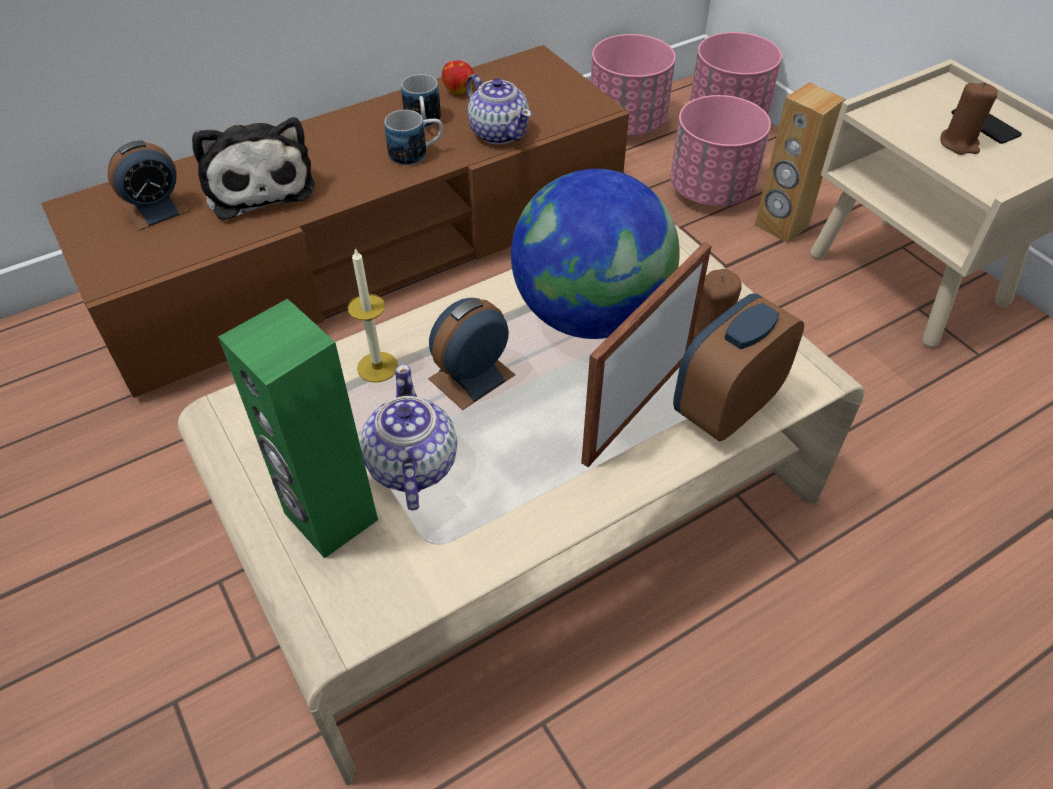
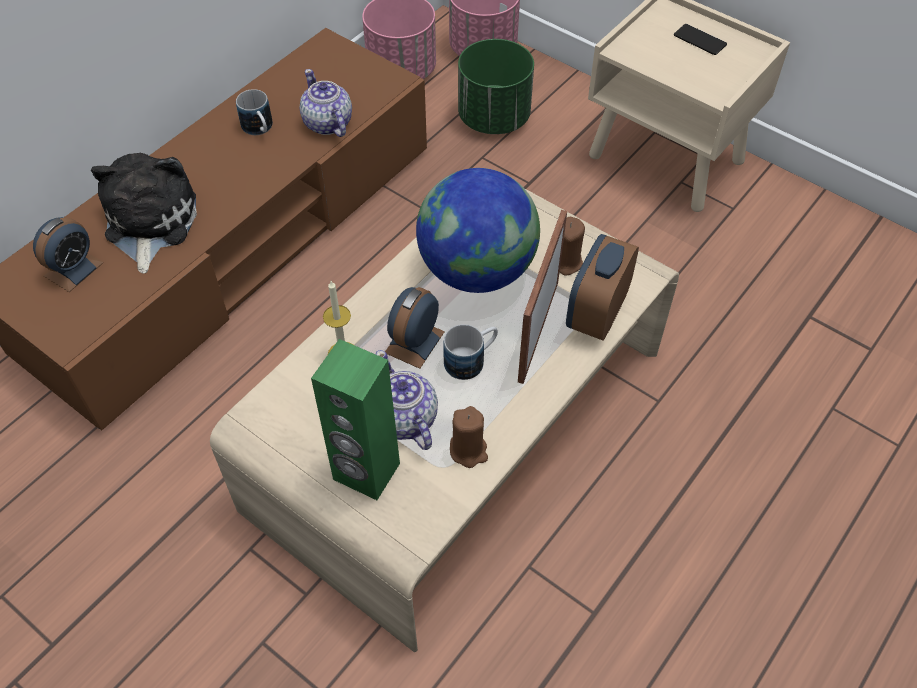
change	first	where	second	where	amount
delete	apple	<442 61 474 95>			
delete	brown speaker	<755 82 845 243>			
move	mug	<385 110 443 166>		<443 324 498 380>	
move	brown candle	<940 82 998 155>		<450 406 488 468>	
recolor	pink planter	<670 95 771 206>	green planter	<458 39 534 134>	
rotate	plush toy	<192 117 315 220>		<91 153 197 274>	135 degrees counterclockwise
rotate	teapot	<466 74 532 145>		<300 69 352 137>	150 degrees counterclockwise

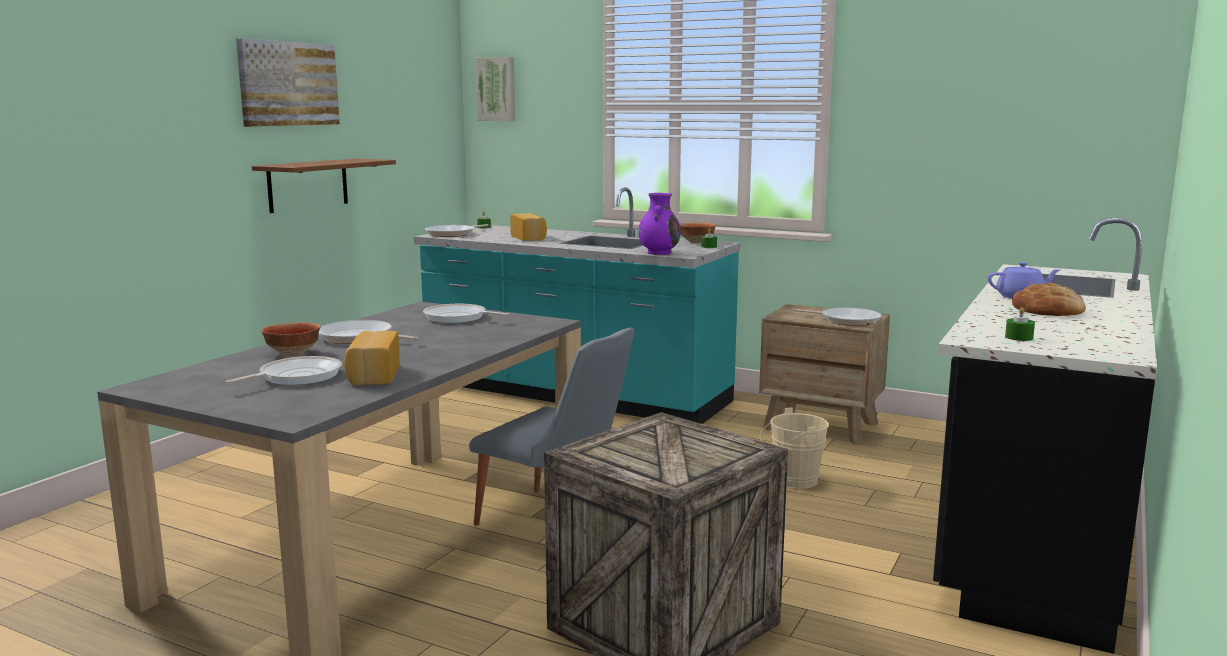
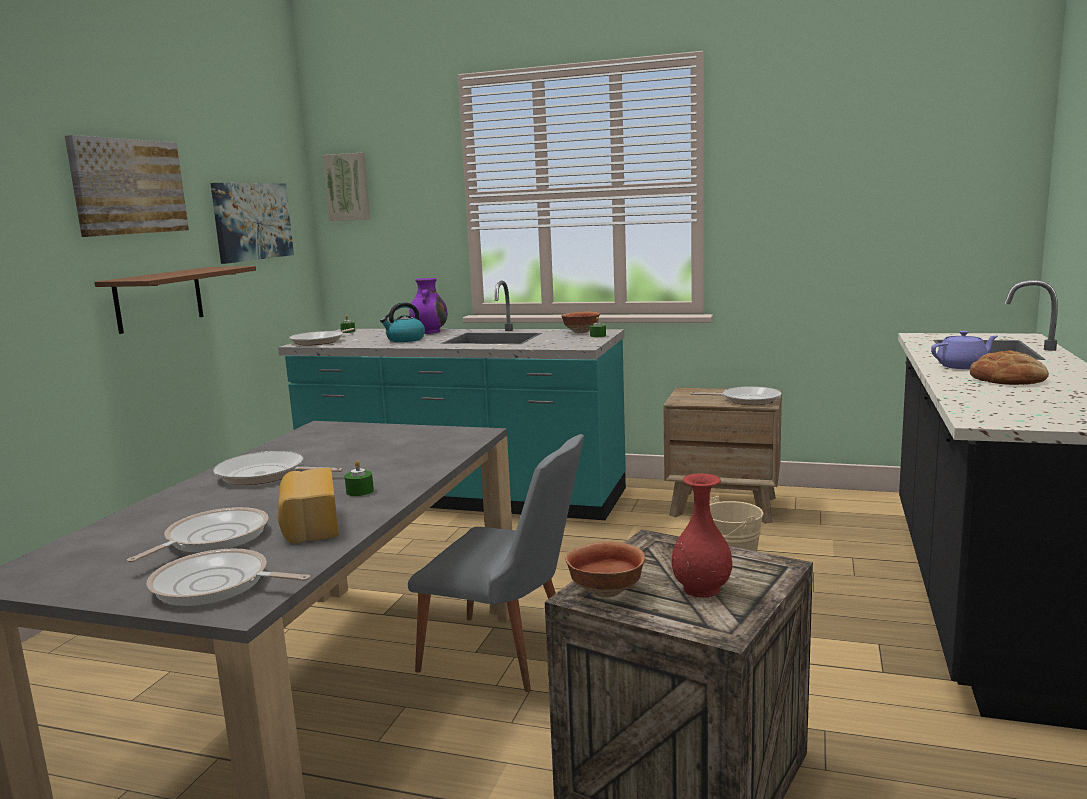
change	first	where	second	where	amount
insert			picture	<210 183 294 264>	
insert			red vase	<672 473 732 598>	
move	bowl	<261 322 320 356>		<565 542 645 598>	
move	frying pan	<423 304 508 323>		<146 548 310 606>	
move	purple vase	<638 193 681 255>		<409 278 448 334>	
move	green candle	<1005 307 1035 341>		<345 460 374 496>	
replace	bread	<510 213 547 241>	kettle	<380 302 425 342>	

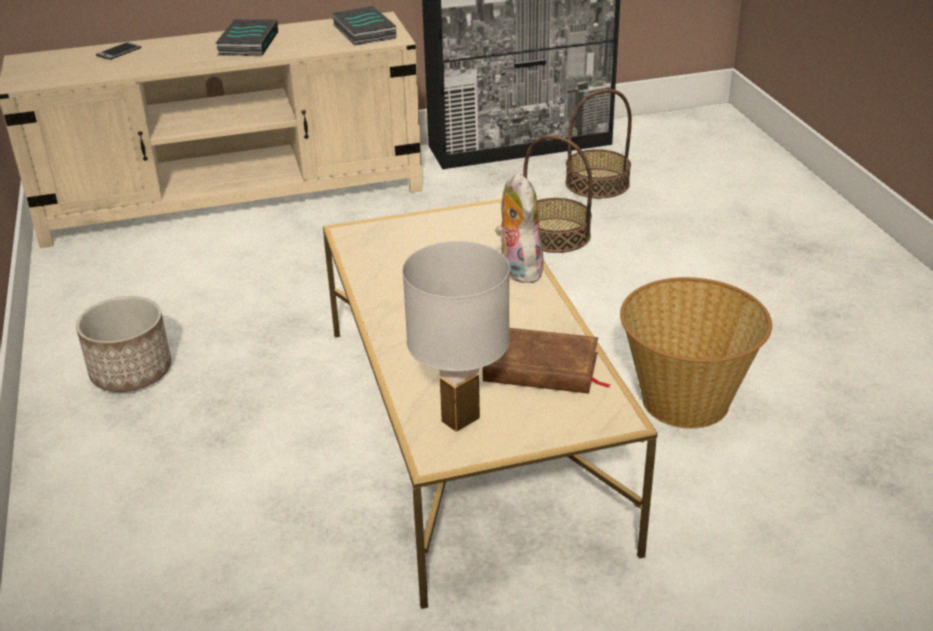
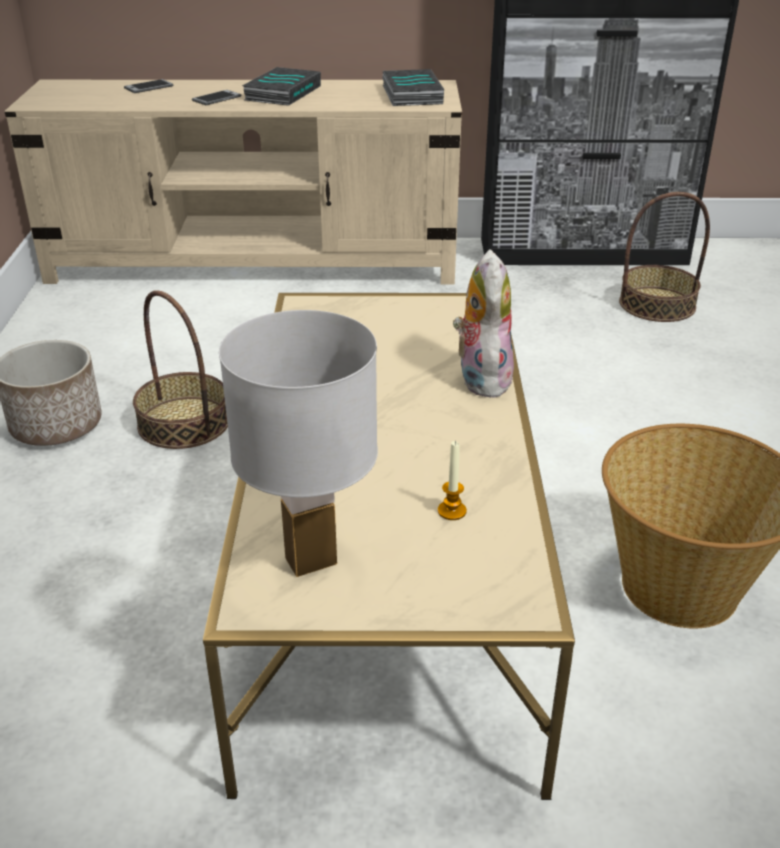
change	first	where	second	where	amount
insert			phone	<192 90 242 105>	
move	basket	<523 135 593 253>		<133 290 228 449>	
replace	brown book	<483 328 610 394>	candle	<438 441 467 520>	

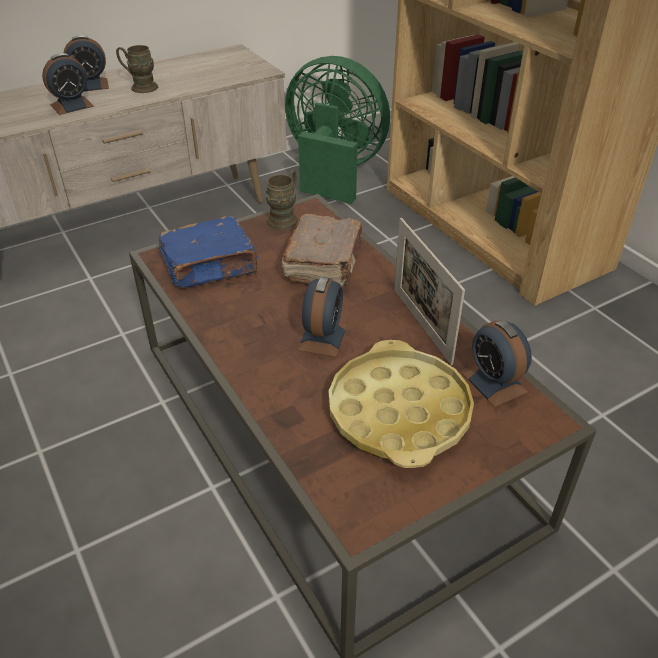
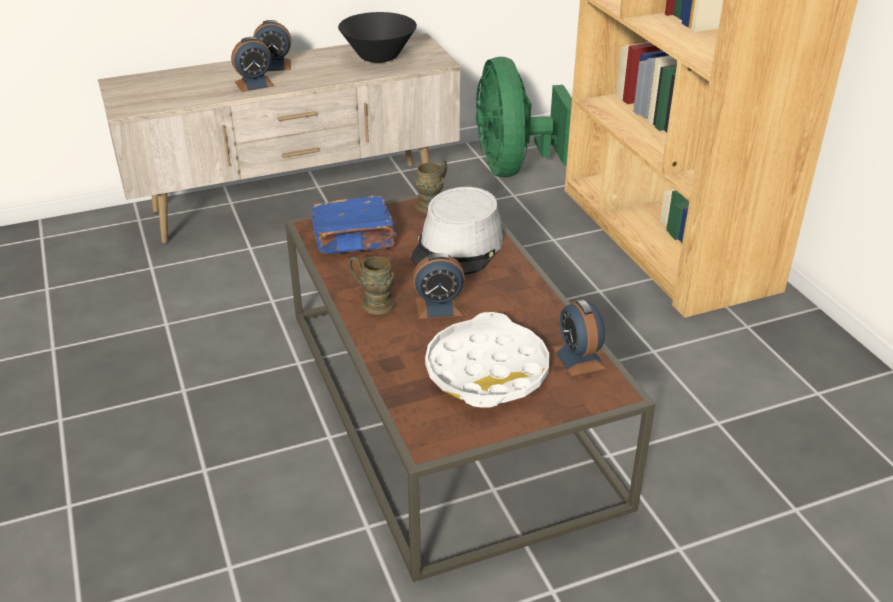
change	first	where	second	where	amount
delete	picture frame	<394 218 465 365>			
insert			black bowl	<338 12 417 63>	
move	brown mug	<116 45 158 93>		<349 256 396 315>	
replace	brown book	<282 214 363 287>	grey hat	<411 187 503 275>	
recolor	yellow tray	<329 340 474 468>	white tray	<425 312 550 408>	
rotate	green fan	<285 56 390 204>		<476 57 572 177>	135 degrees counterclockwise
rotate	alarm clock	<298 277 347 357>		<413 253 465 319>	60 degrees clockwise

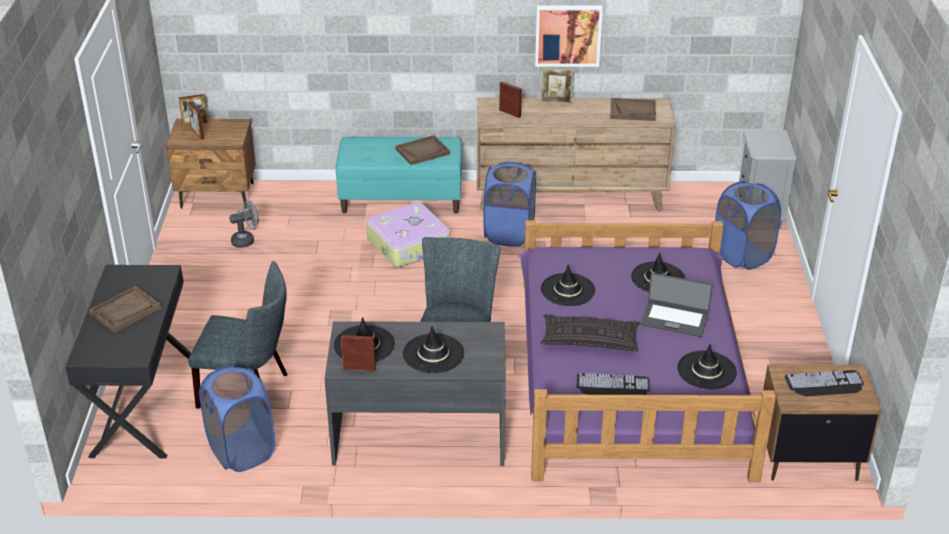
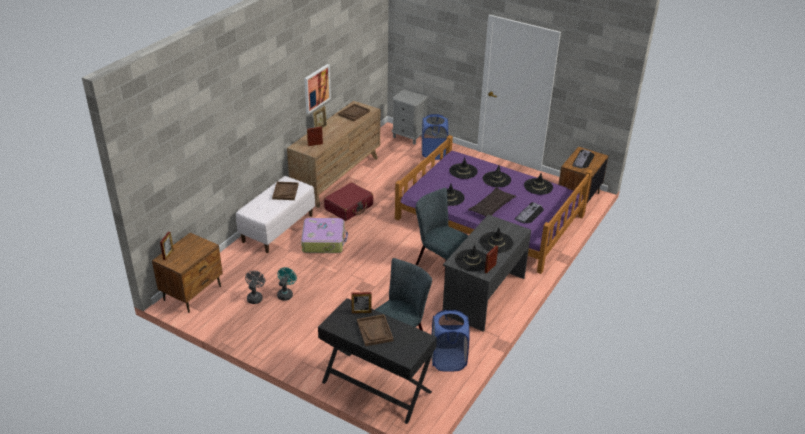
change	first	where	second	where	amount
insert			turquoise fan	<277 267 297 301>	
move	picture frame	<188 101 205 140>		<351 292 371 313>	
replace	blue laundry basket	<484 161 536 247>	red suitcase	<324 182 373 221>	
replace	laptop	<640 273 713 337>	black hat	<483 165 511 187>	
recolor	turquoise bench	<336 136 462 214>	white bench	<236 176 315 253>	

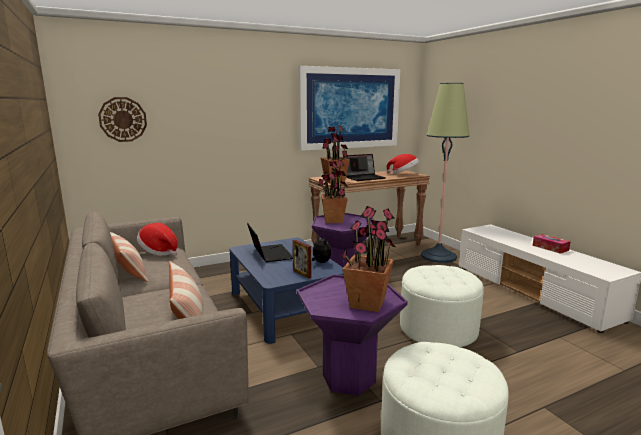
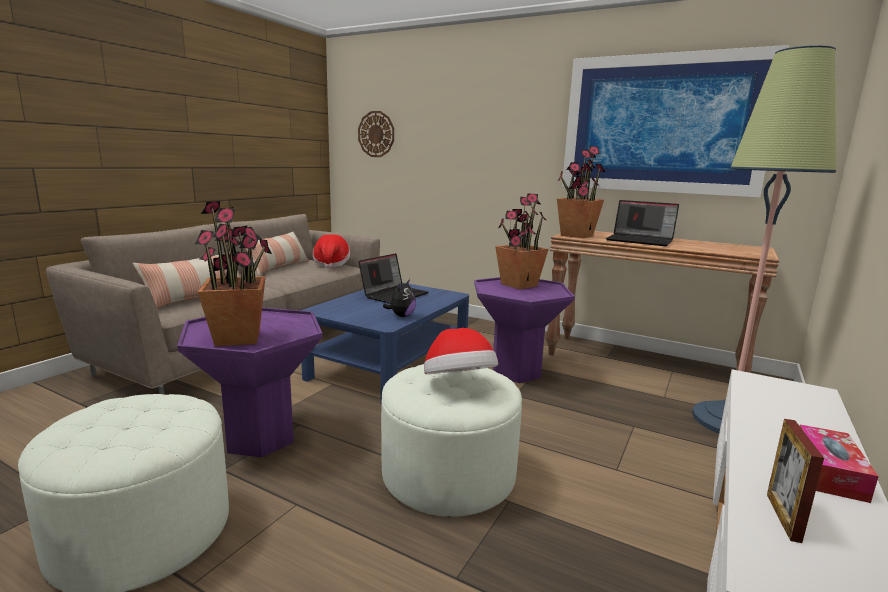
change	first	where	second	where	amount
move	picture frame	<293 240 311 279>		<767 419 824 543>	
move	hat	<387 154 419 174>		<424 328 498 374>	

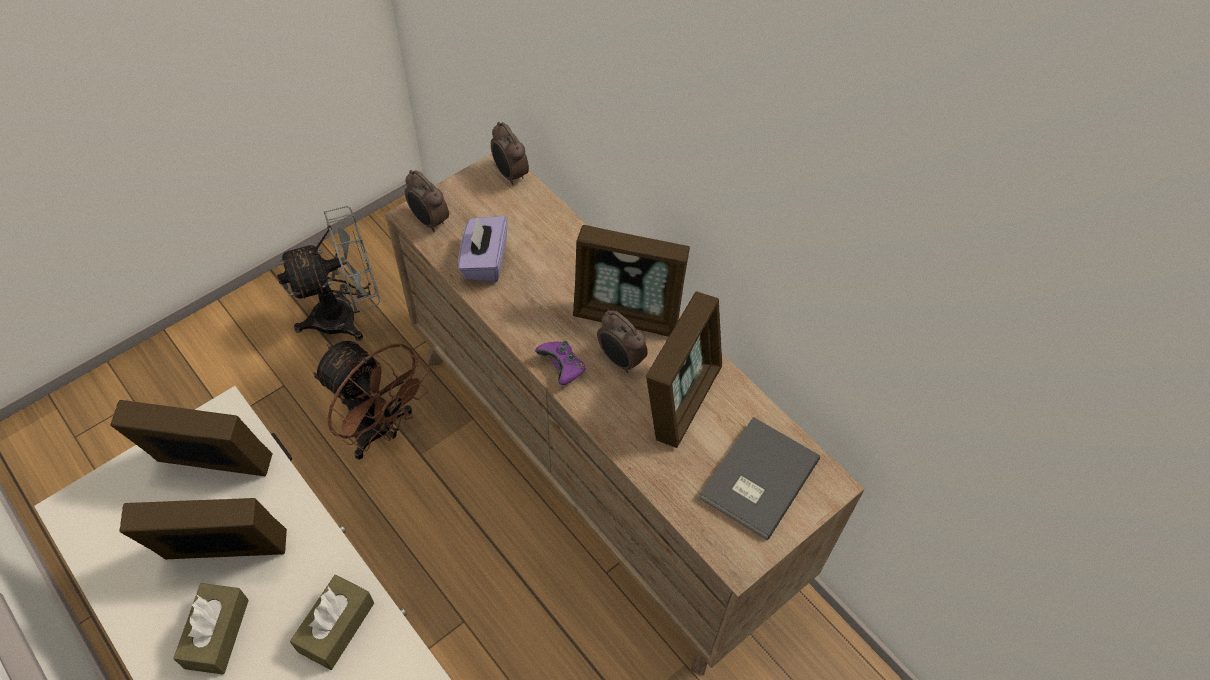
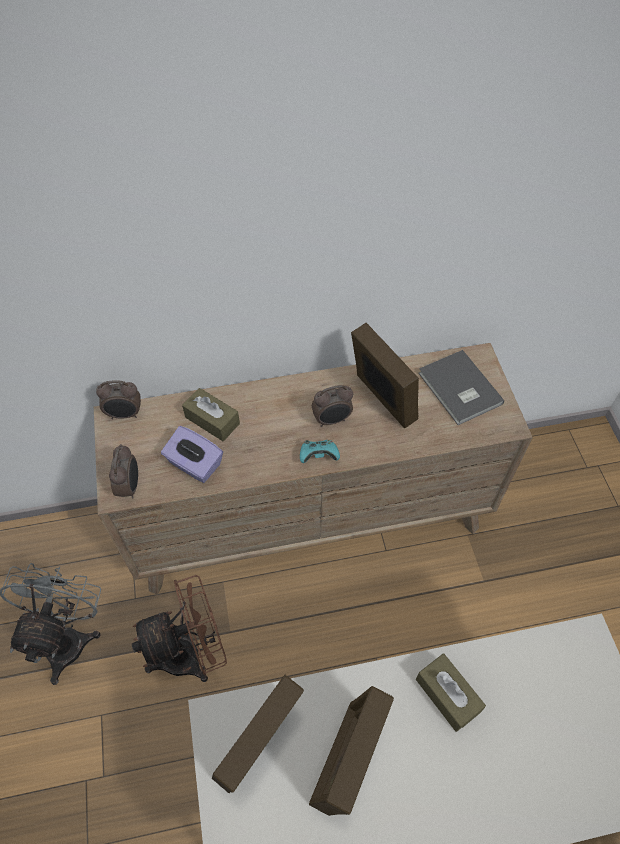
change	first	where	second	where	amount
delete	picture frame	<573 225 690 337>			
move	brown tissue box	<173 583 249 674>		<182 388 240 441>	
recolor	purple game controller	<535 340 586 385>	turquoise game controller	<300 440 340 463>	
rotate	alarm clock	<405 170 449 232>		<109 444 138 499>	75 degrees counterclockwise

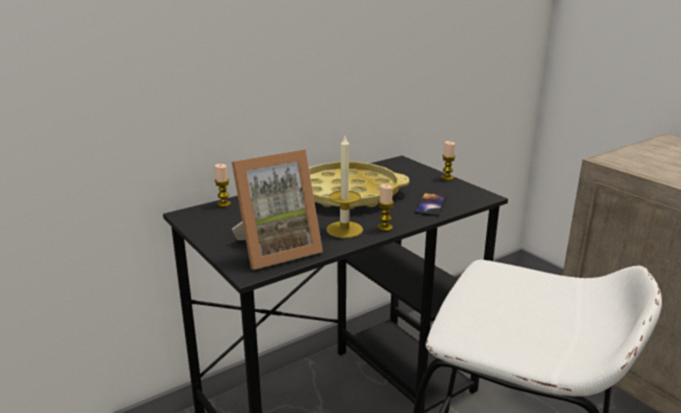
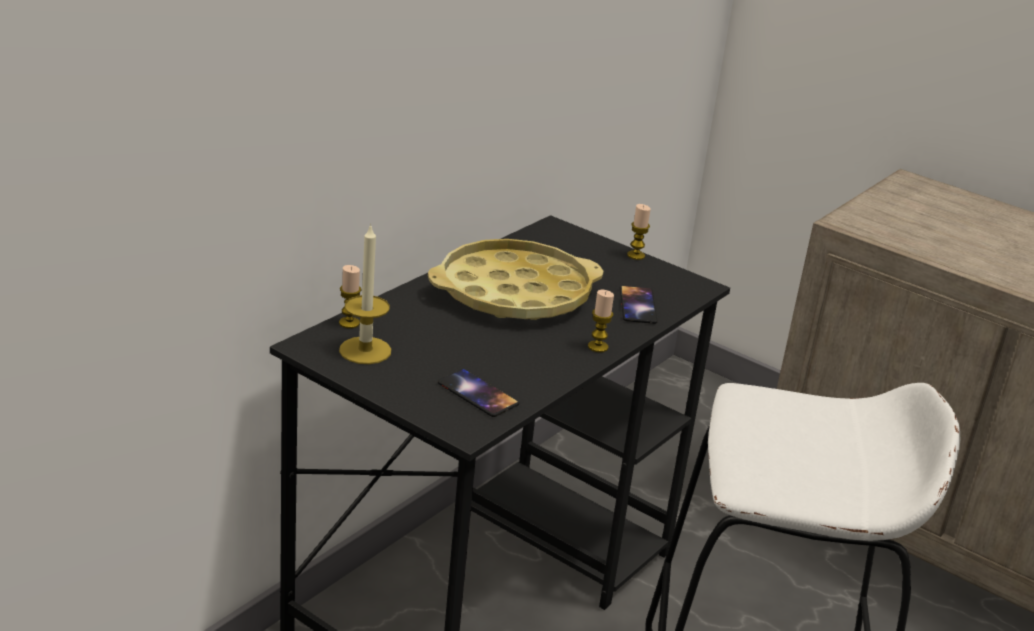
change	first	where	second	where	amount
move	candle	<326 136 363 238>		<339 223 391 364>	
replace	picture frame	<232 149 323 270>	phone	<438 369 519 417>	

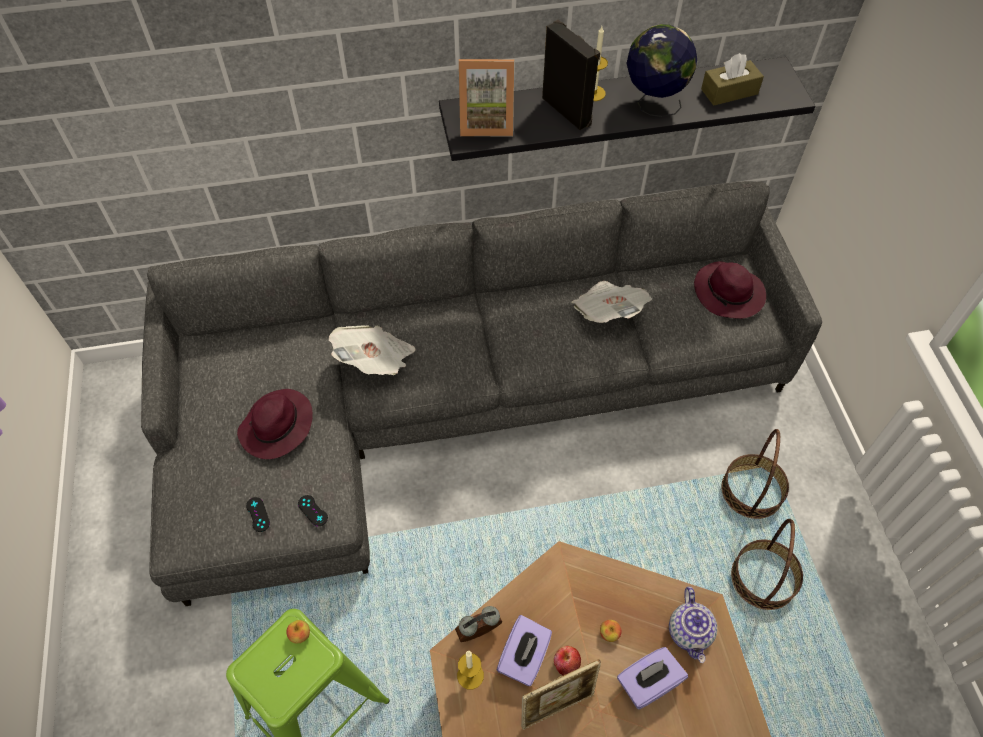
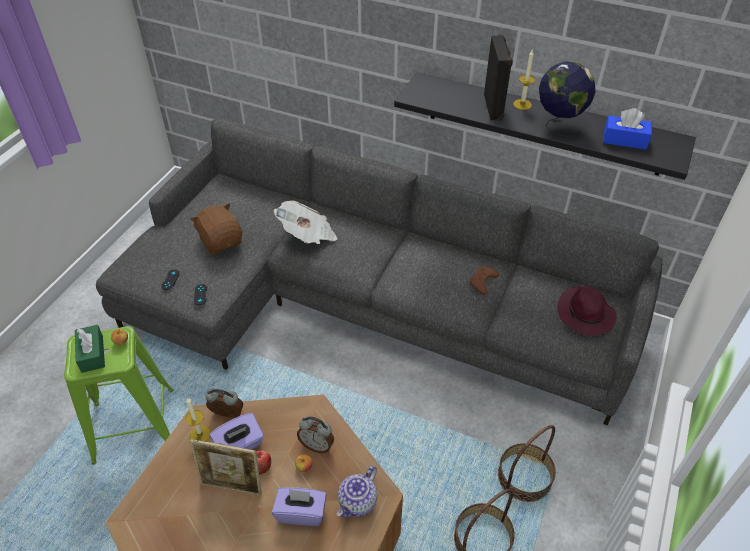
change	first	where	second	where	amount
delete	picture frame	<459 59 514 136>			
insert			green tissue box	<75 325 105 373>	
insert			alarm clock	<297 416 334 453>	
replace	purple hat	<237 389 313 459>	brown plush toy	<190 203 242 255>	
replace	newspaper	<571 281 652 323>	brown game controller	<470 266 499 295>	
recolor	brown tissue box	<701 53 764 106>	blue tissue box	<603 108 652 150>	

